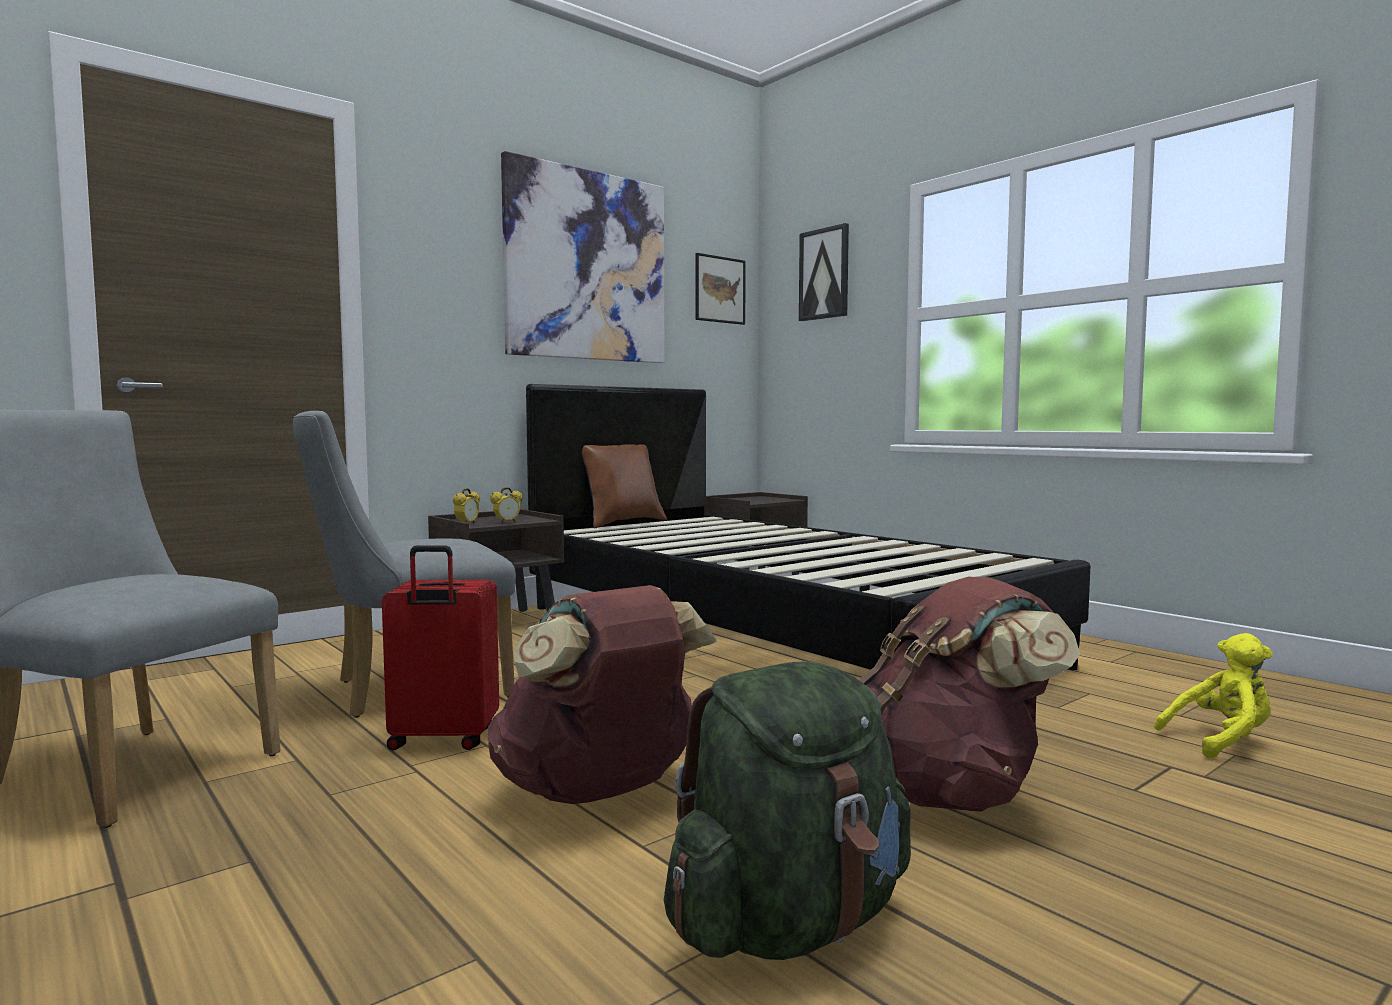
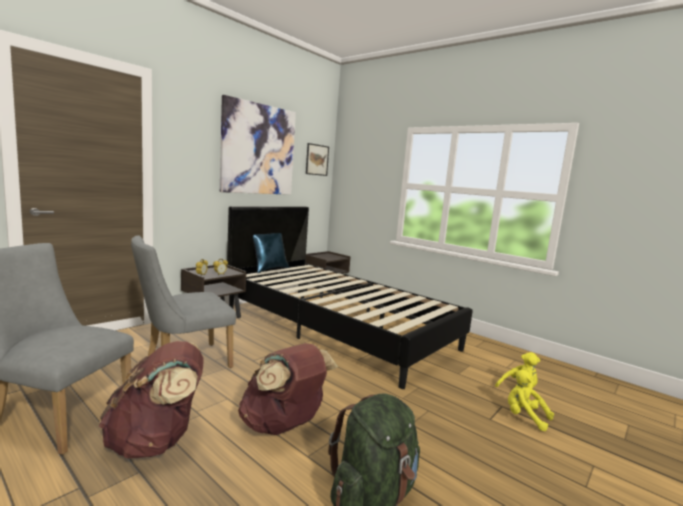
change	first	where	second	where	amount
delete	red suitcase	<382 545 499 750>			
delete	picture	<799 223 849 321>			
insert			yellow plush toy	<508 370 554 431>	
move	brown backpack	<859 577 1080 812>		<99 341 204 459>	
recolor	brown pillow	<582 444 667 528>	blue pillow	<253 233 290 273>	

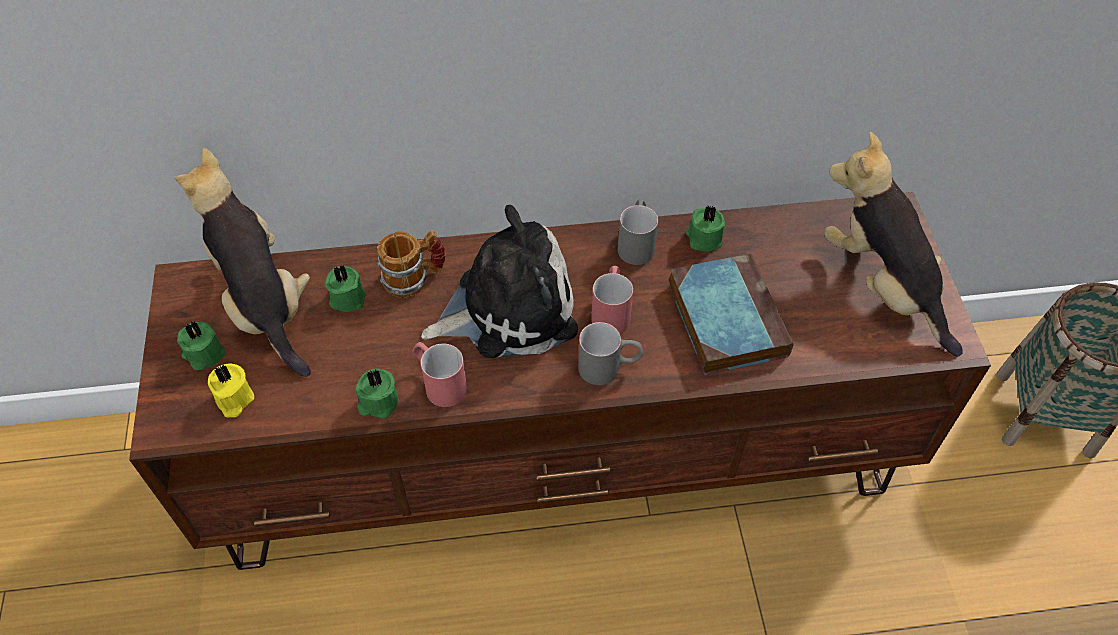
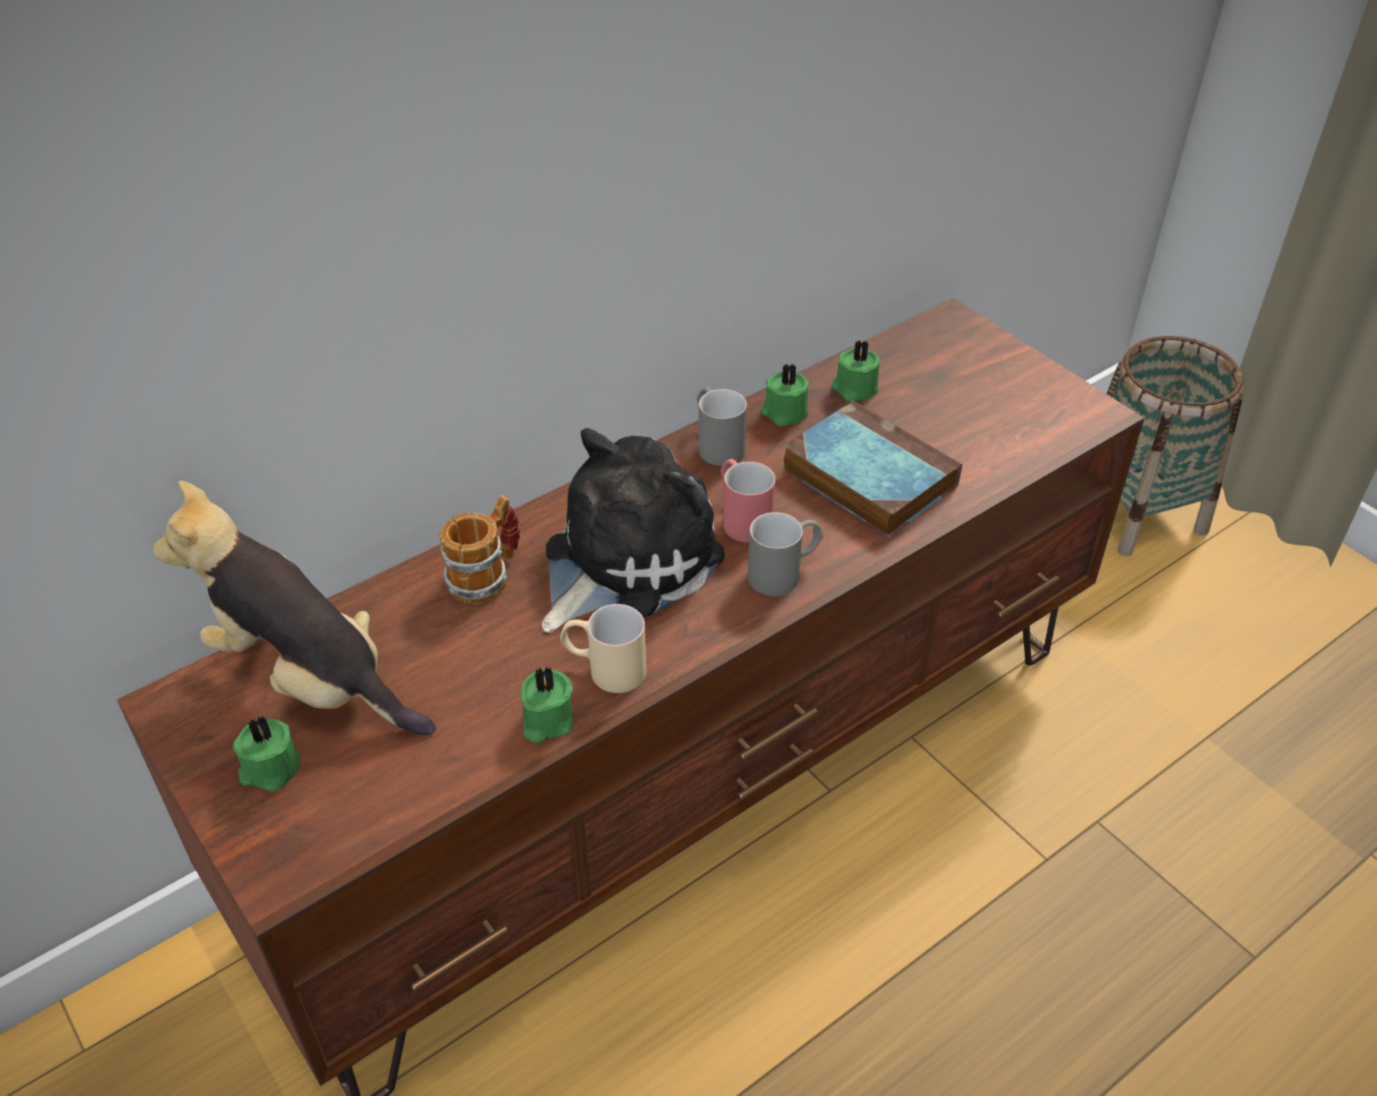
change	first	where	second	where	amount
delete	yellow candle	<208 363 254 417>			
delete	plush toy	<824 132 963 357>			
move	green candle	<325 265 366 312>		<831 340 881 401>	
recolor	red mug	<413 342 467 407>	beige mug	<560 604 646 693>	

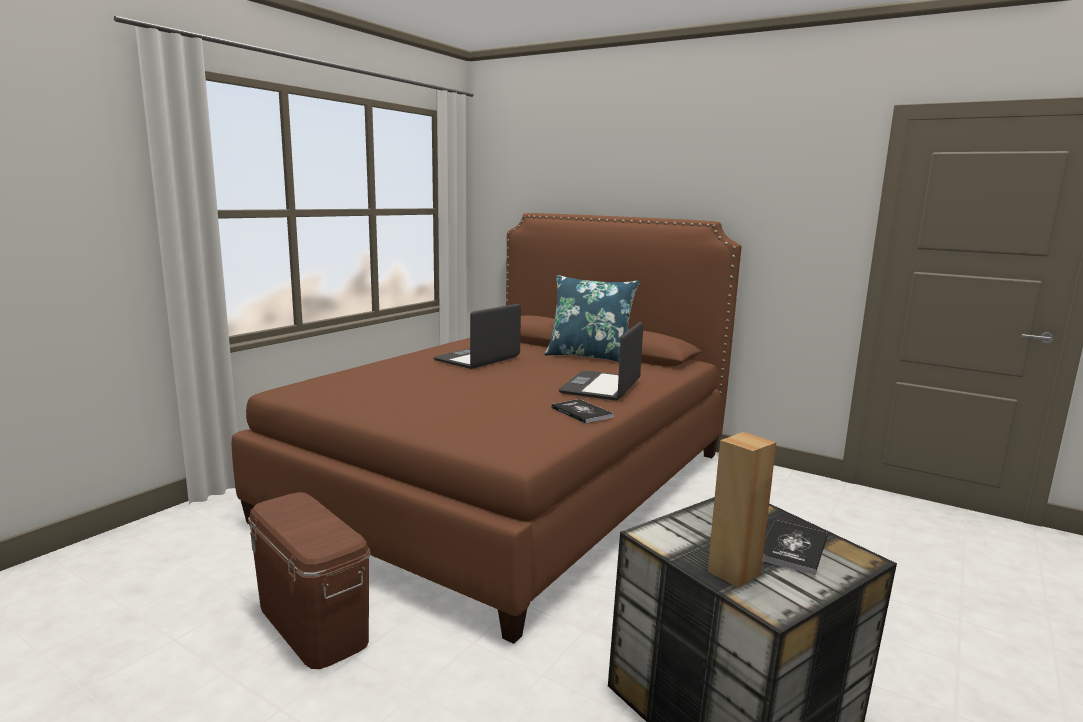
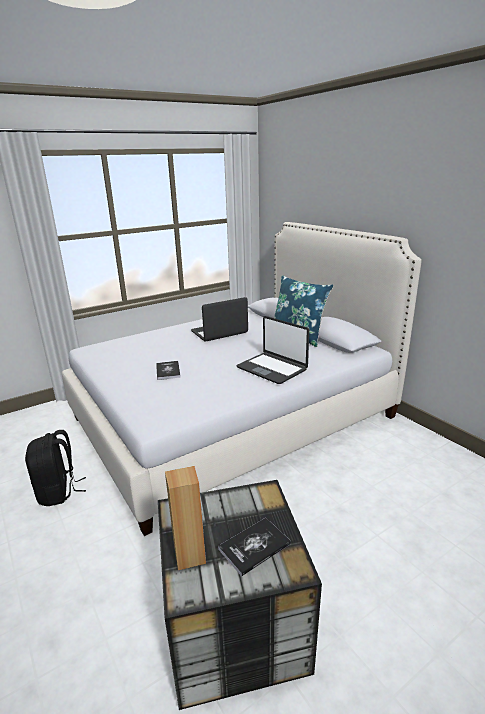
change	first	where	second	where	amount
move	book	<551 399 614 424>		<156 361 181 380>	
replace	brown storage box	<248 492 370 669>	black backpack	<25 430 86 506>	
recolor	brown bed	<232 213 741 644>	white bed	<62 222 422 536>	
rotate	laptop	<559 322 643 401>		<236 316 309 384>	90 degrees counterclockwise

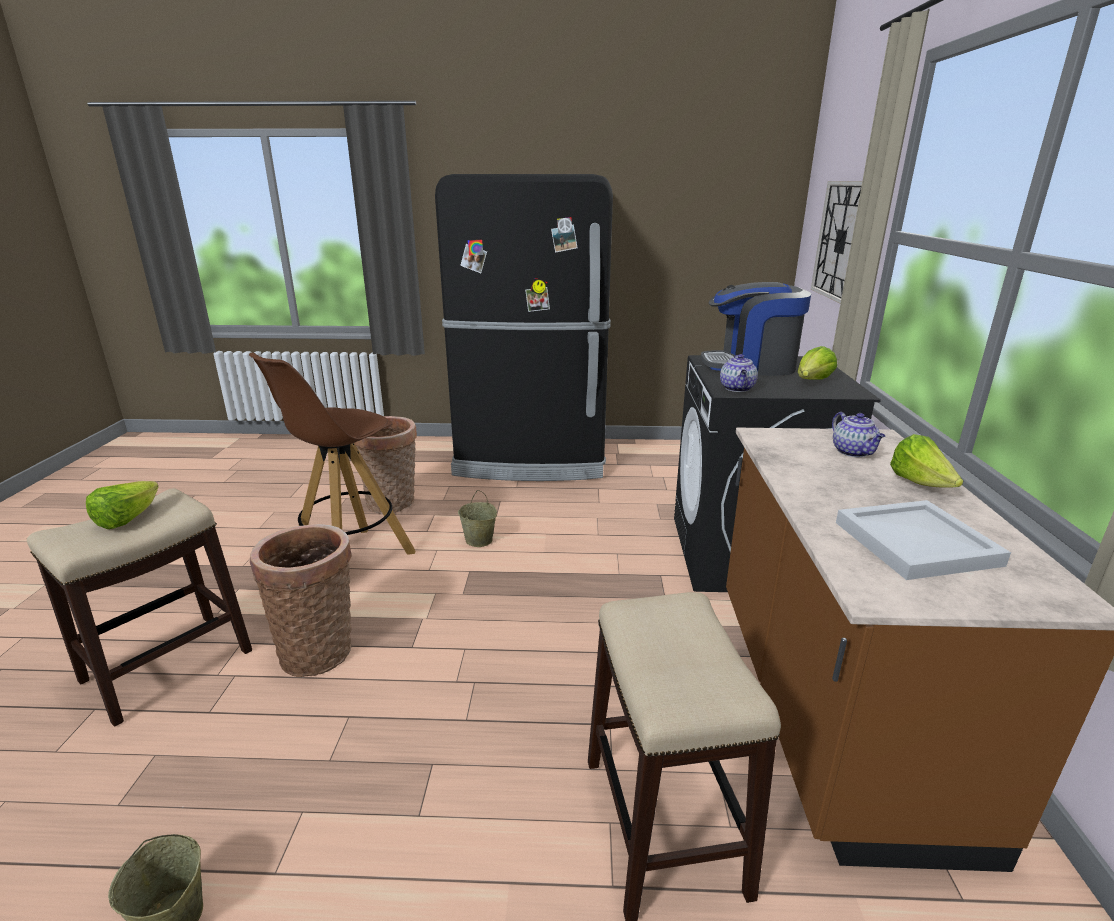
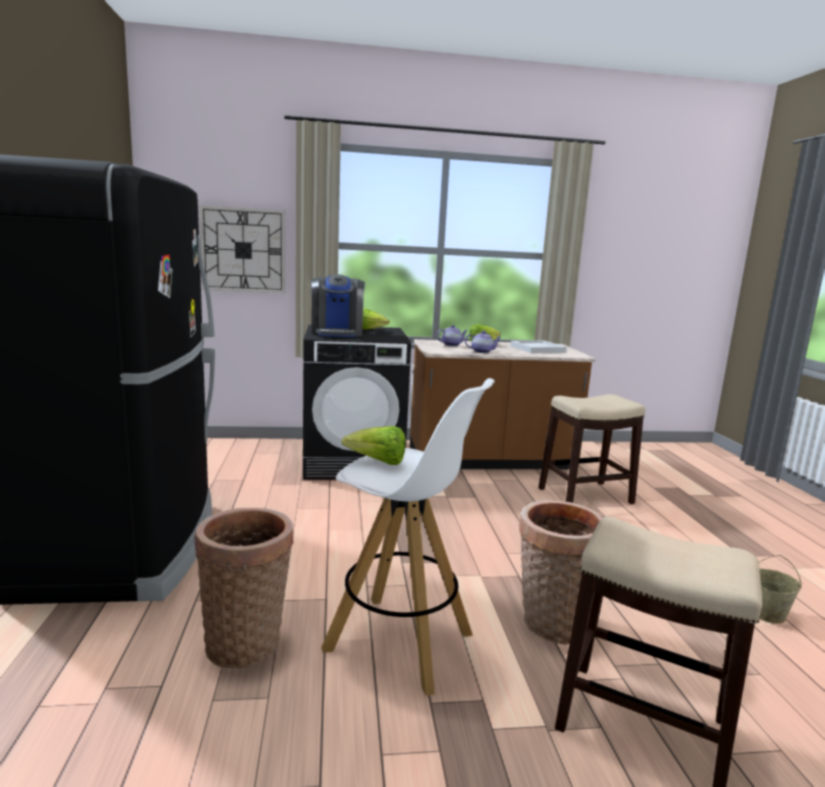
change	first	where	second	where	amount
delete	beige bucket	<458 490 497 547>			
move	lettuce	<86 481 159 529>		<341 426 406 465>	
move	teapot	<720 354 758 392>		<465 331 501 353>	
recolor	brown stool	<249 352 416 555>	white stool	<321 378 495 696>	

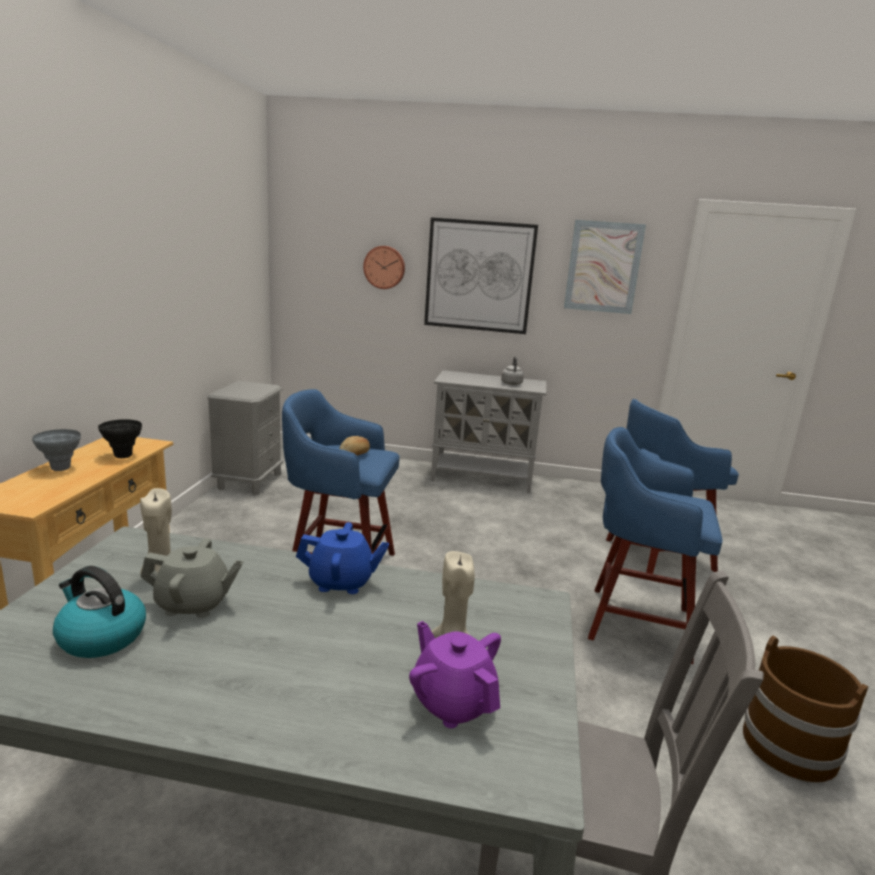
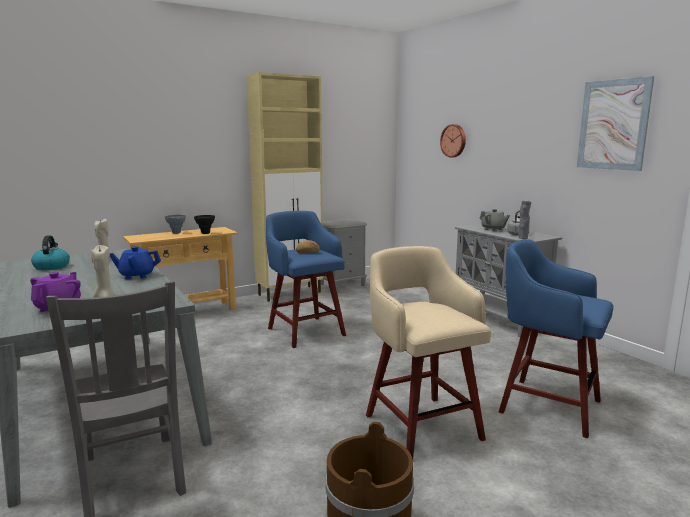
change	first	where	second	where	amount
delete	picture	<424 217 538 334>			
insert			beige cabinet	<247 72 323 302>	
insert			grey vase	<517 201 532 239>	
move	grey teapot	<141 538 243 618>		<480 209 510 231>	
recolor	blue stool	<588 427 723 664>	beige stool	<366 246 491 459>	
rotate	blue teapot	<296 522 389 594>		<110 246 161 279>	120 degrees clockwise

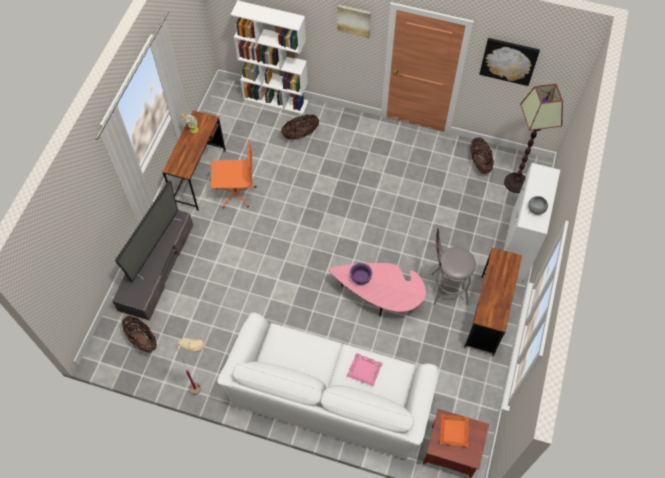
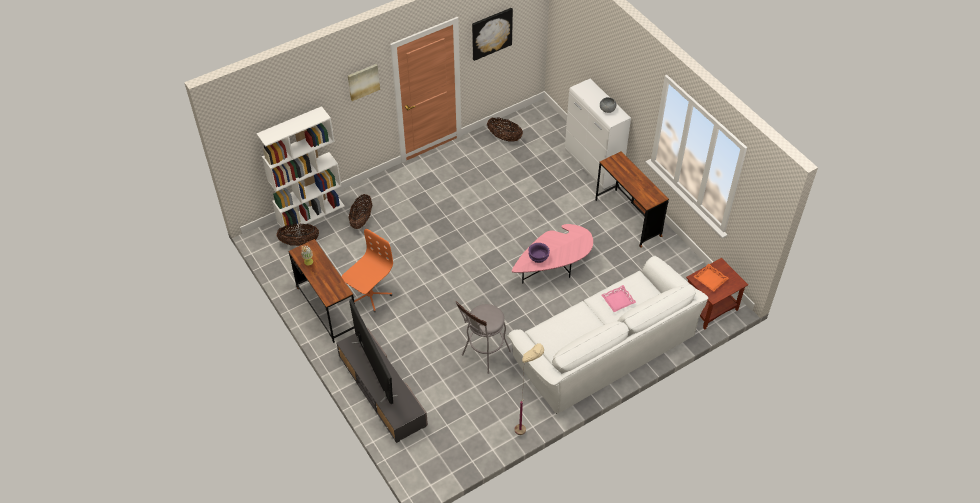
change	first	where	second	where	amount
delete	floor lamp	<504 84 563 193>			
move	basket	<122 316 157 353>		<276 224 319 246>	
move	grey stool	<431 228 476 305>		<456 301 511 374>	

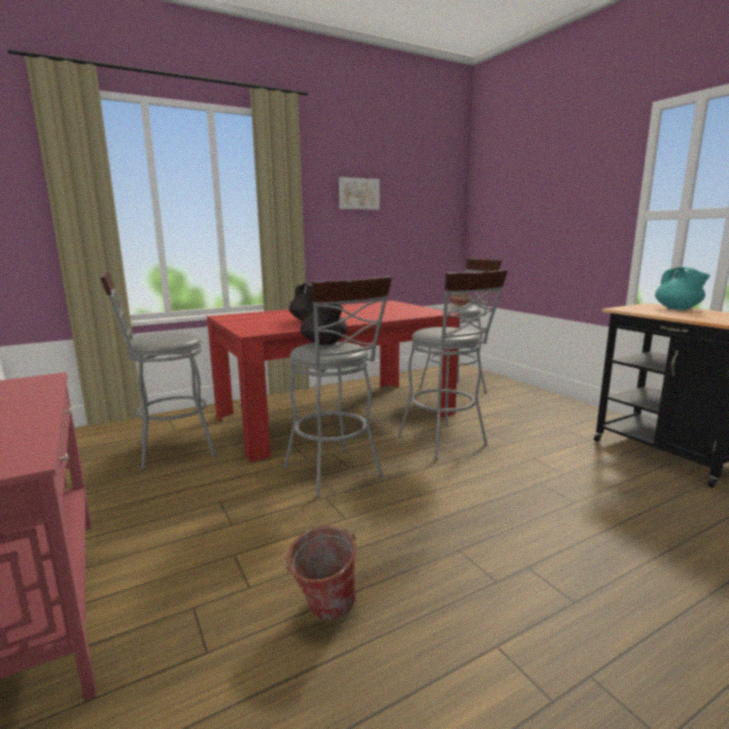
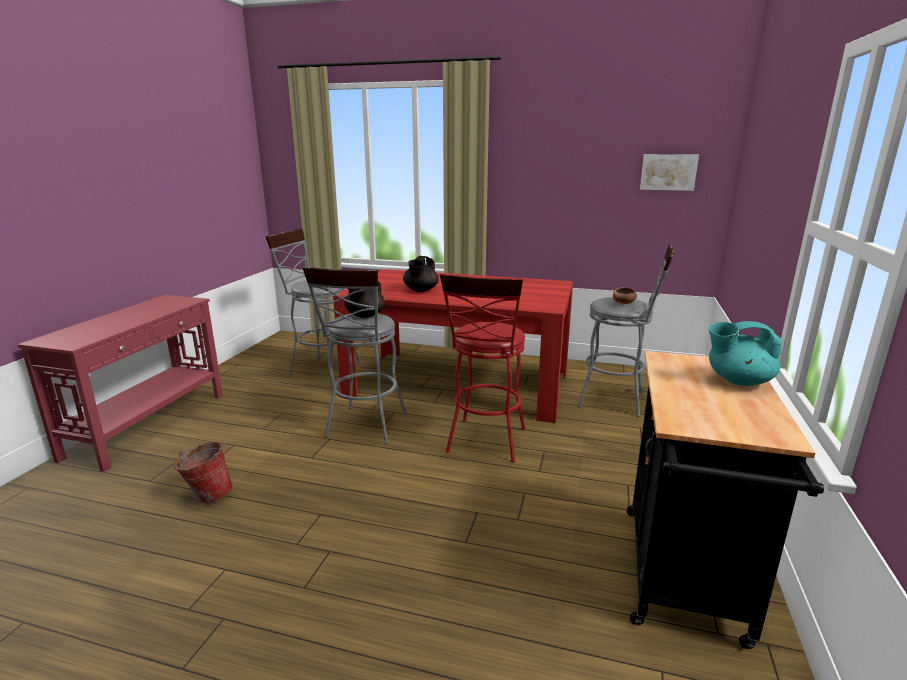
change	first	where	second	where	amount
move	picture	<339 177 380 210>		<640 154 699 191>	
recolor	grey stool	<398 269 508 460>	red stool	<440 274 525 462>	
rotate	turquoise teapot	<655 267 710 310>		<709 321 782 386>	60 degrees clockwise

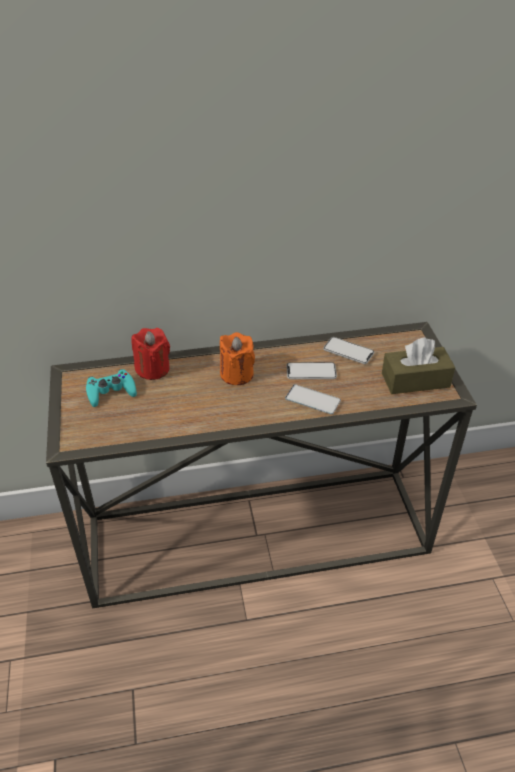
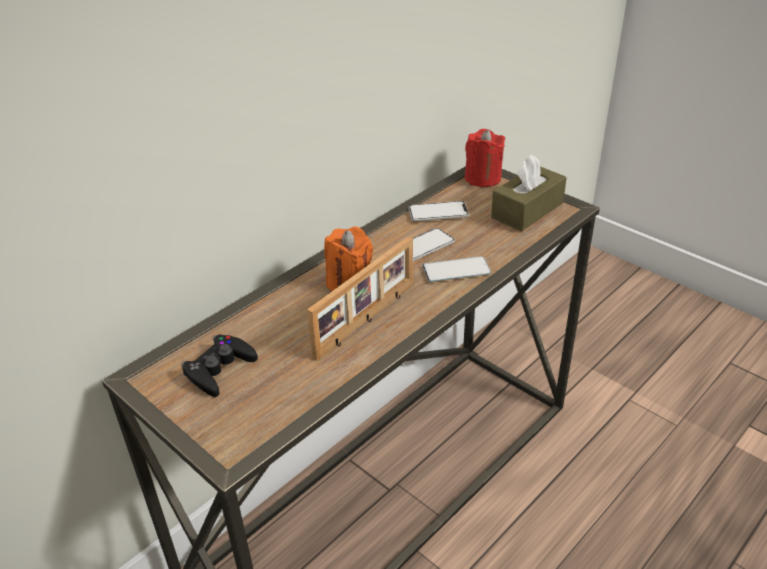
change	first	where	second	where	amount
insert			picture frame	<307 236 413 360>	
move	red candle	<131 328 170 380>		<465 129 505 187>	
recolor	turquoise game controller	<86 369 137 407>	black game controller	<181 335 258 397>	

